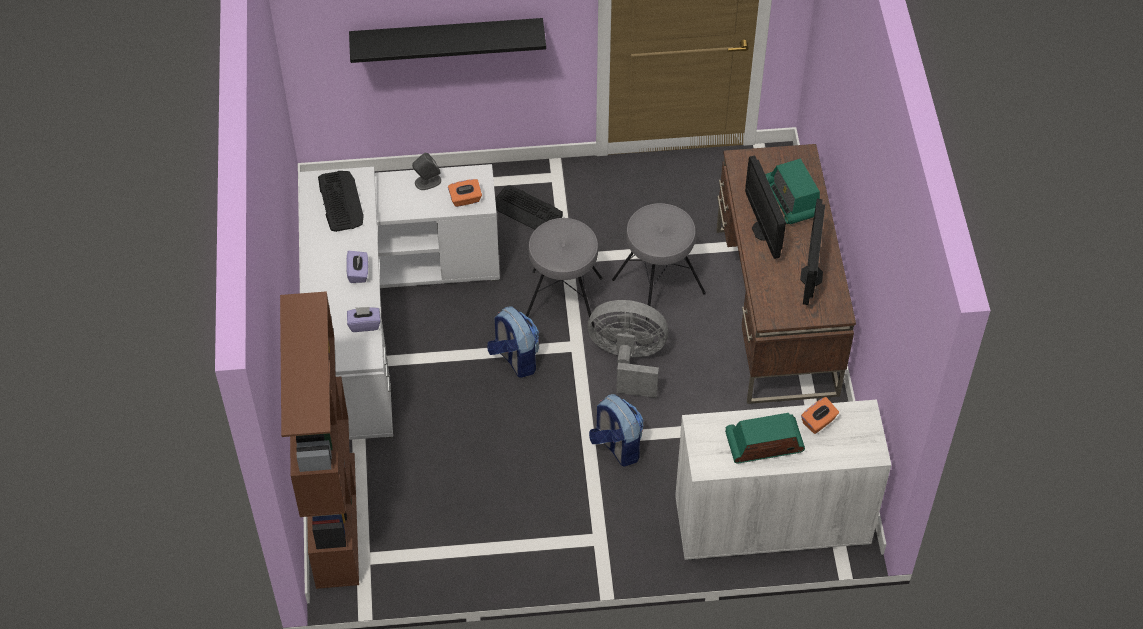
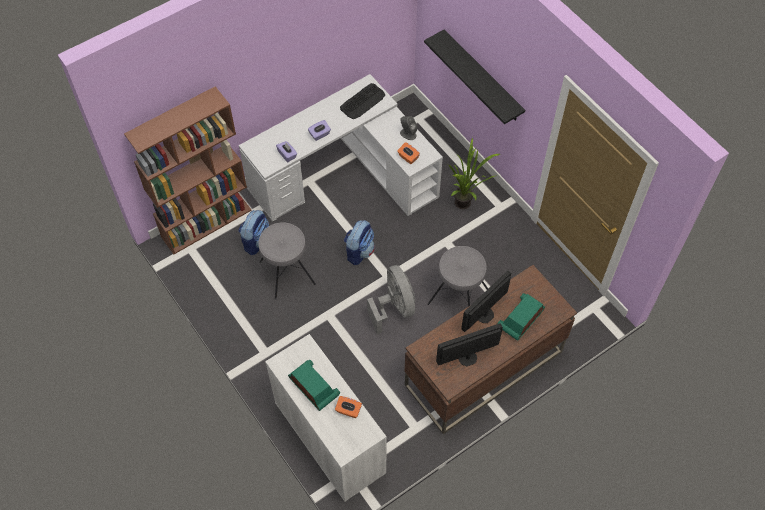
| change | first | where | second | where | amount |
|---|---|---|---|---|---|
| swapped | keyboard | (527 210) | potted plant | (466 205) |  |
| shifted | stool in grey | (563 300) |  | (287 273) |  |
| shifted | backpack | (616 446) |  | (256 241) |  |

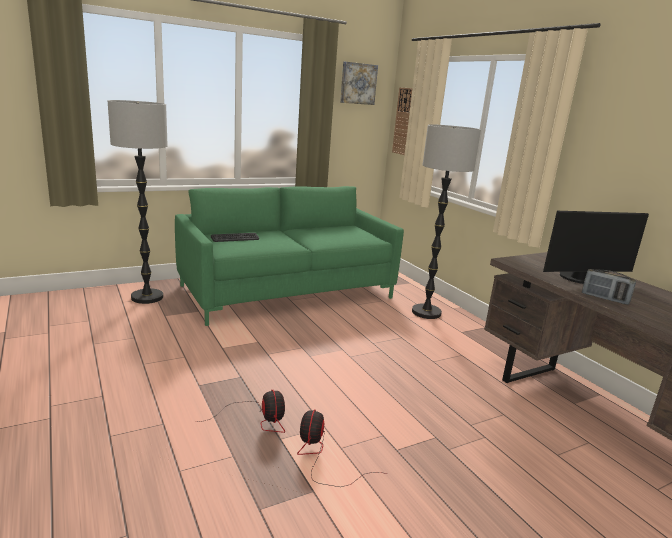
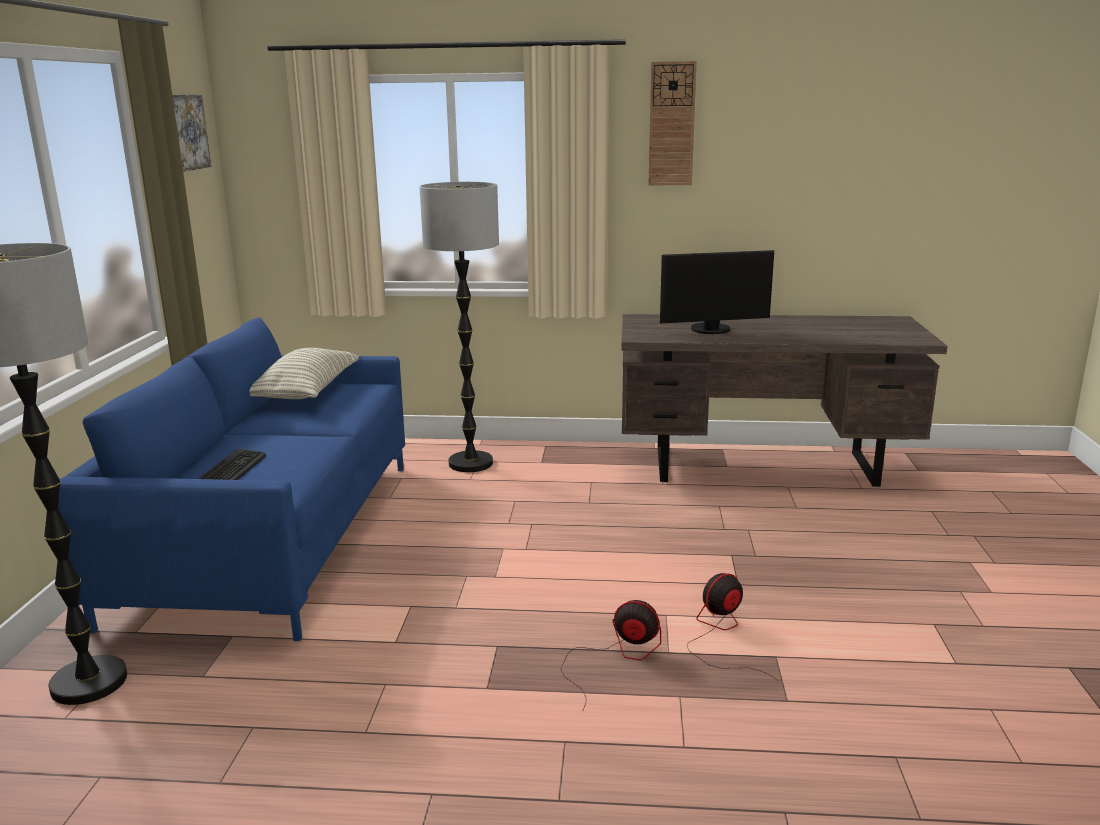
| change | first | where | second | where | amount |
|---|---|---|---|---|---|
| shifted | wall clock | (403 121) |  | (671 124) |  |
| repainted | sofa in green | (287 292) | sofa in blue | (274 536) |  |
| rotated | monitor | (580 279) |  | (712 330) | 60 degrees clockwise |
| gone | radio | (604 298) |  |  |  |
| rotated | fan | (321 457) |  | (721 634) | 105 degrees clockwise |
| new |  |  | pillow | (306 393) |  |

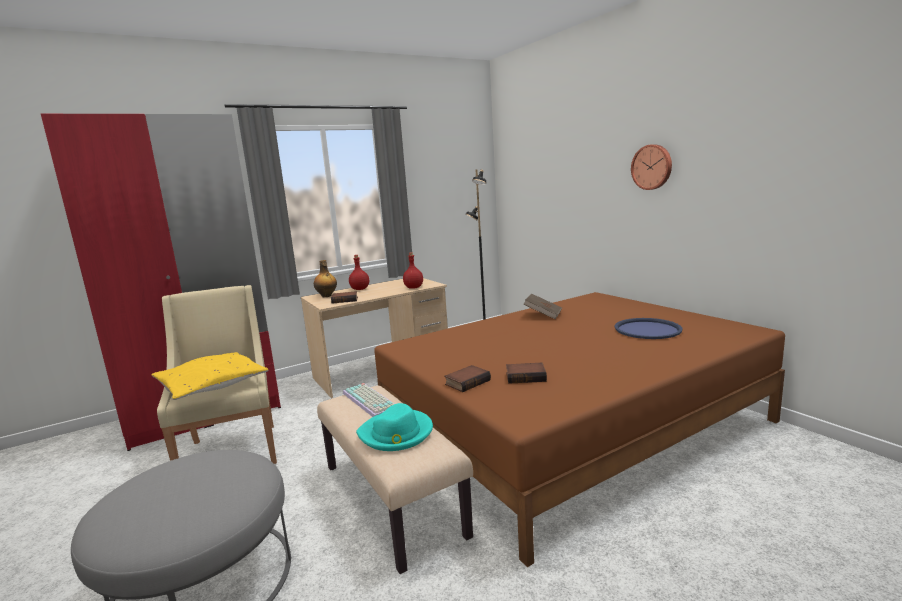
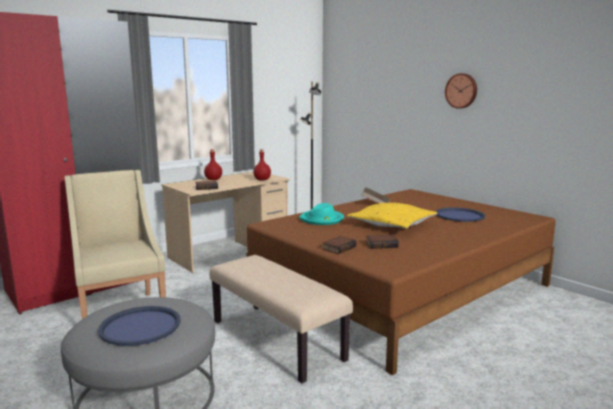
| change | first | where | second | where | amount |
|---|---|---|---|---|---|
| gone | bottle | (326 296) |  |  |  |
| shifted | pillow in yellow | (211 384) |  | (392 224) |  |
| gone | keyboard | (371 401) |  |  |  |
| shifted | hat in turquoise | (396 433) |  | (322 219) |  |
| new |  |  | tray in blue | (140 326) |  |

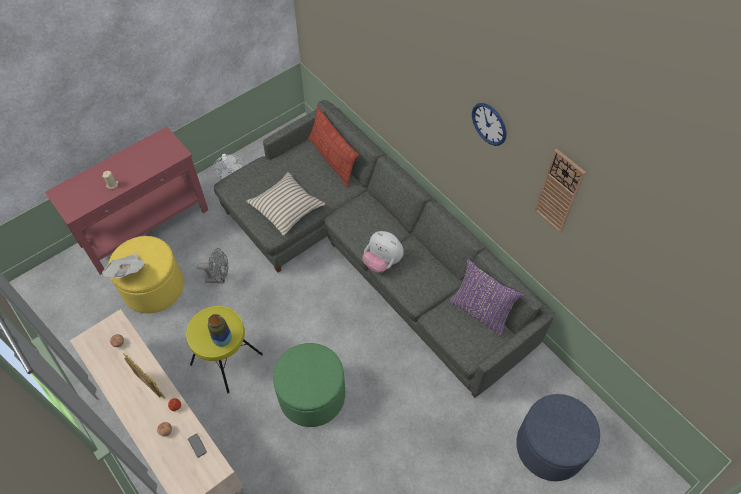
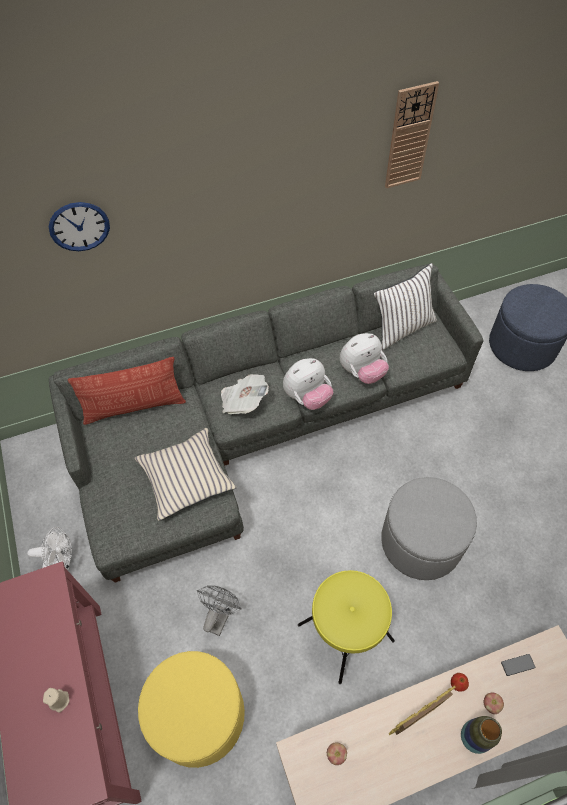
| change | first | where | second | where | amount |
|---|---|---|---|---|---|
| shifted | wall clock | (489 124) |  | (79 226) |  |
| shifted | newspaper | (128 271) |  | (243 401) |  |
| repainted | pillow in purple | (481 311) | pillow in white | (402 328) |  |
| shifted | vase | (223 340) |  | (473 737) |  |
| repainted | ottoman in green | (312 395) | ottoman in grey | (421 541) |  |
| new |  |  | plush toy | (362 372) |  |

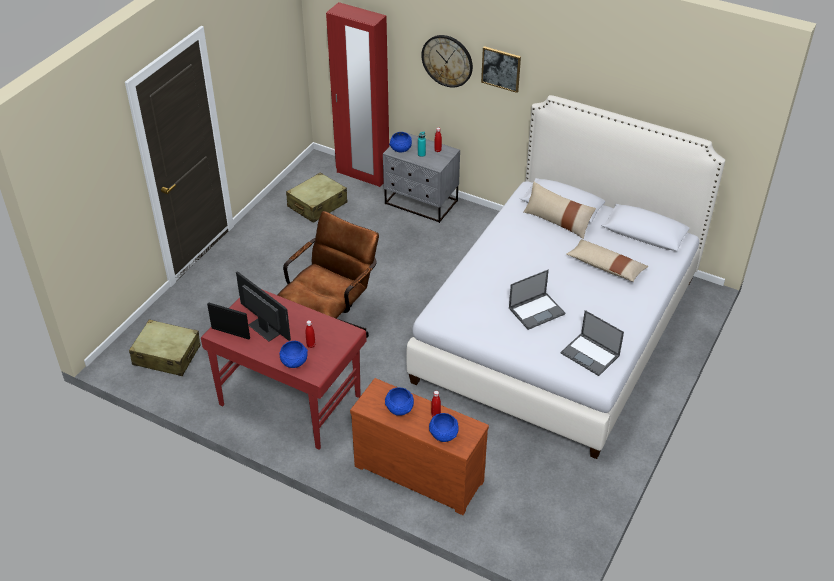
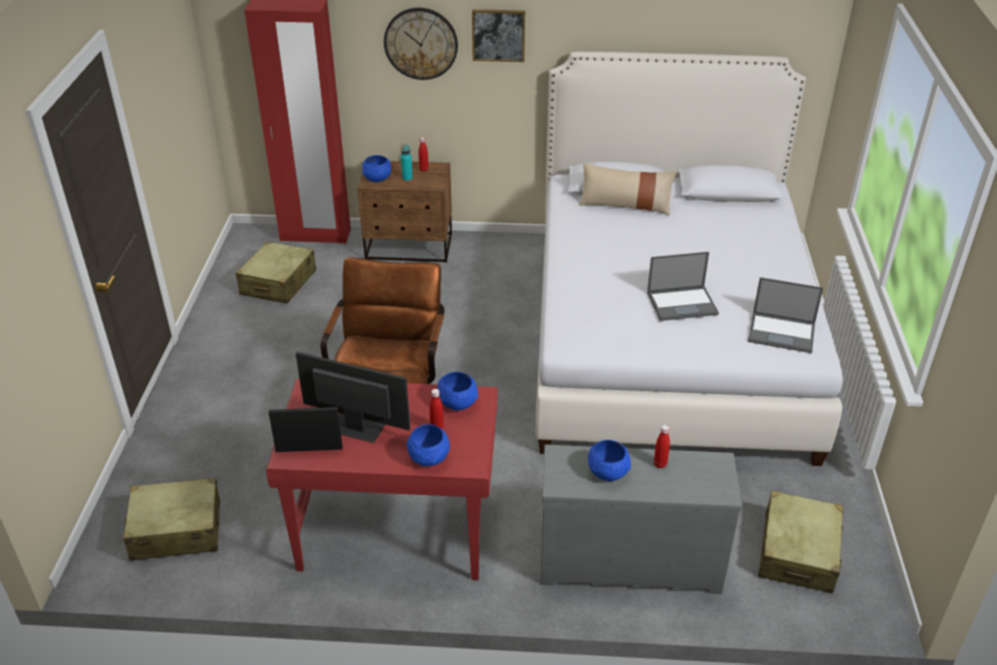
| change | first | where | second | where | amount |
|---|---|---|---|---|---|
| repainted | nightstand in grey | (421 203) | nightstand in brown | (409 247) |  |
| gone | pillow in beige | (606 267) |  |  |  |
| rotated | laptop | (537 310) |  | (682 303) | 45 degrees clockwise |
| repainted | dresser in brown | (420 471) | dresser in grey | (629 558) |  |
| shifted | bowl in blue | (443 434) |  | (457 402) |  |
| new |  |  | suitcase in beige | (798 552) |  |

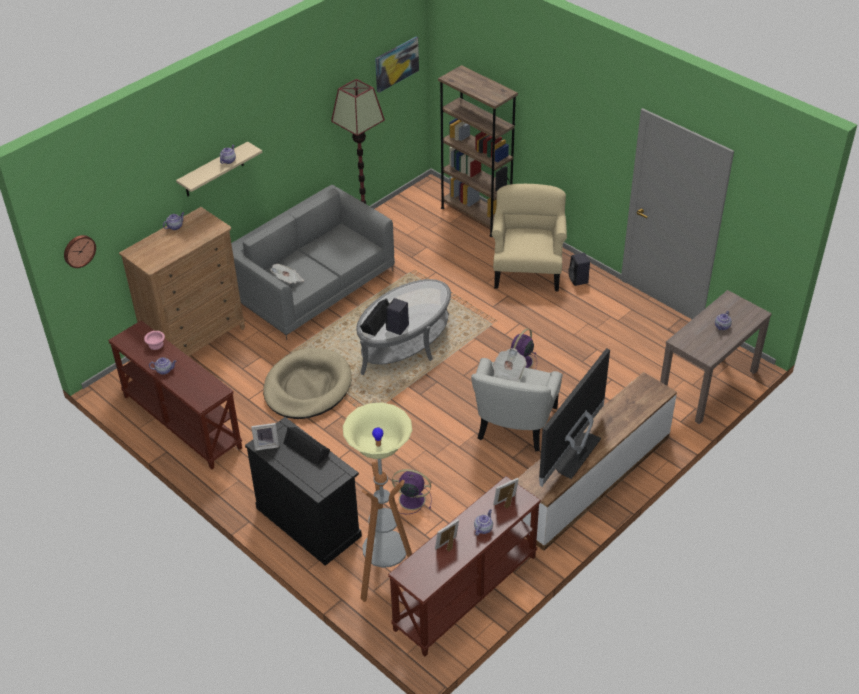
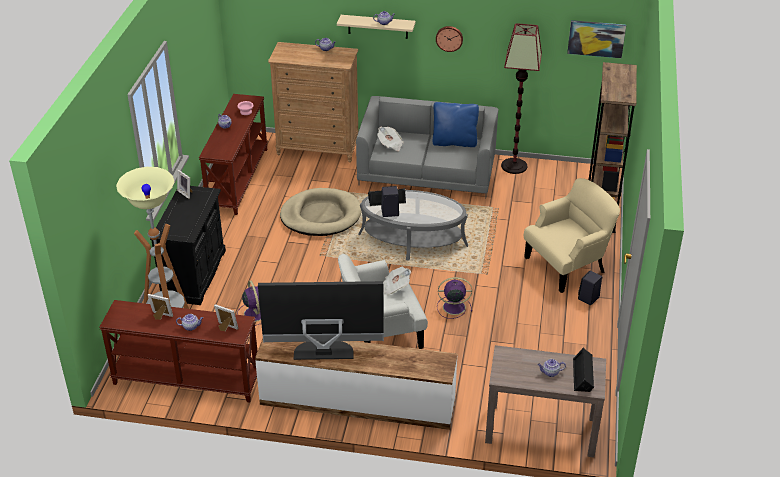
| change | first | where | second | where | amount |
|---|---|---|---|---|---|
| shifted | wall clock | (78 250) |  | (449 38) |  |
| shifted | speaker in black | (307 448) |  | (583 375) |  |
| new |  |  | pillow in blue | (454 142) |  |

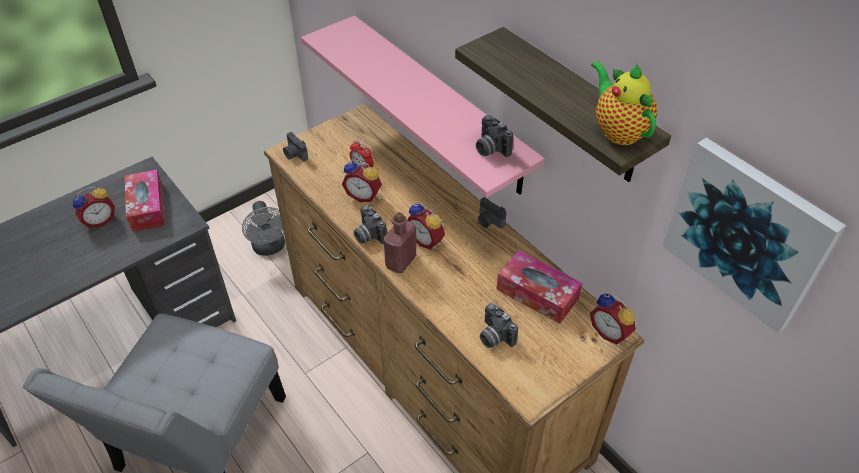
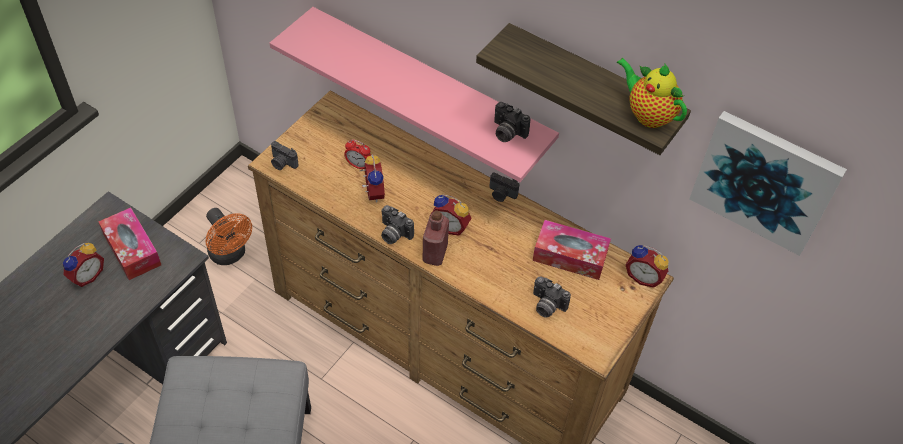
| change | first | where | second | where | amount |
|---|---|---|---|---|---|
| rotated | alarm clock | (364 195) |  | (372 193) | 105 degrees counterclockwise |
| repainted | fan in grey | (270 248) | fan in orange | (230 255) |  |

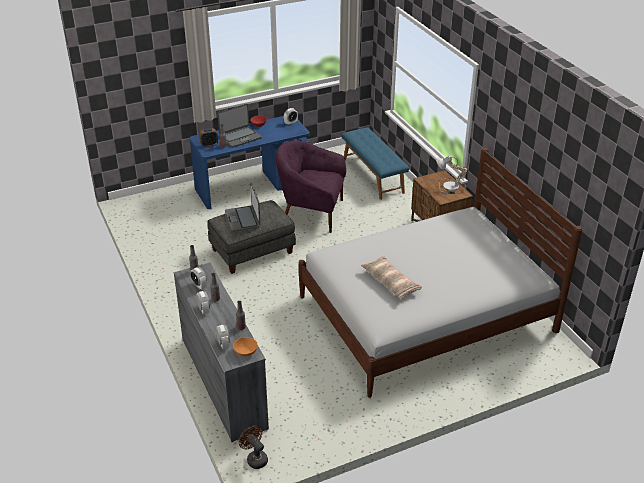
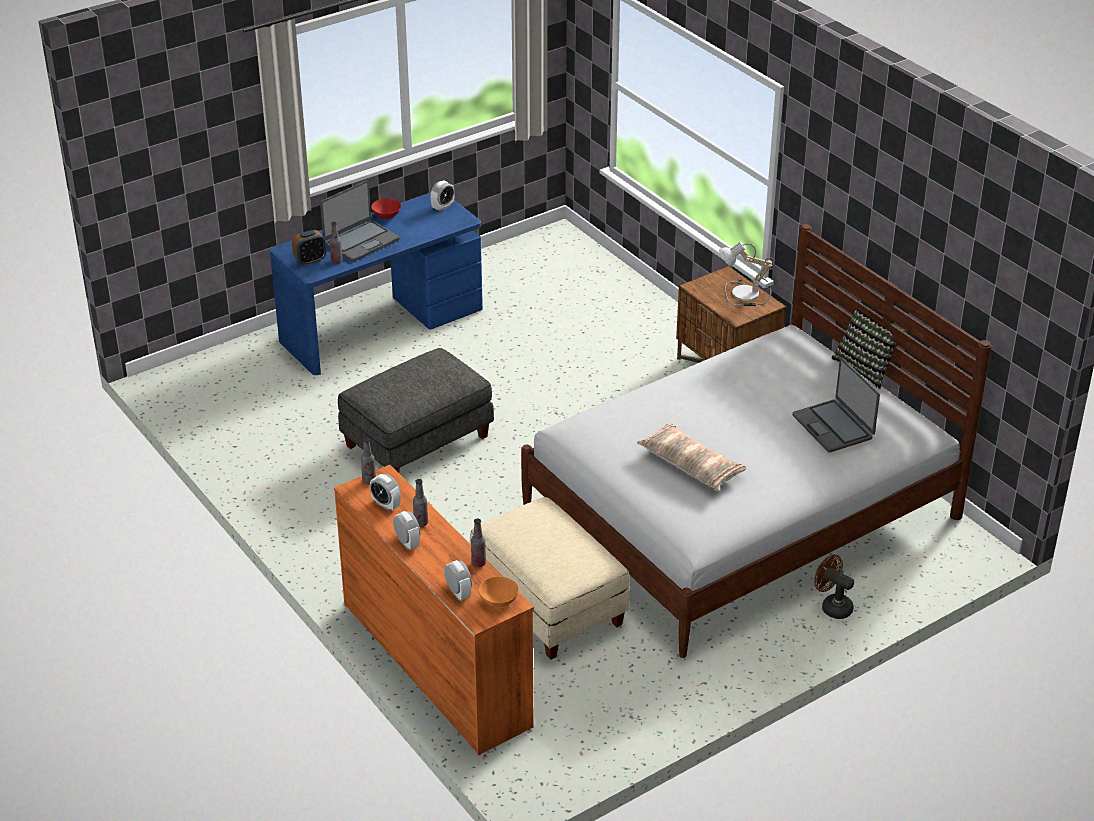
| change | first | where | second | where | amount |
|---|---|---|---|---|---|
| gone | bench in blue | (373 175) |  |  |  |
| gone | armchair in purple | (311 212) |  |  |  |
| shifted | laptop | (243 219) |  | (833 427) |  |
| repainted | dresser in grey | (224 382) | dresser in orange | (436 663) |  |
| shifted | fan in brown | (255 458) |  | (832 606) |  |
| new |  |  | pillow | (866 368) |  |
| new |  |  | ottoman in beige | (550 604) |  |

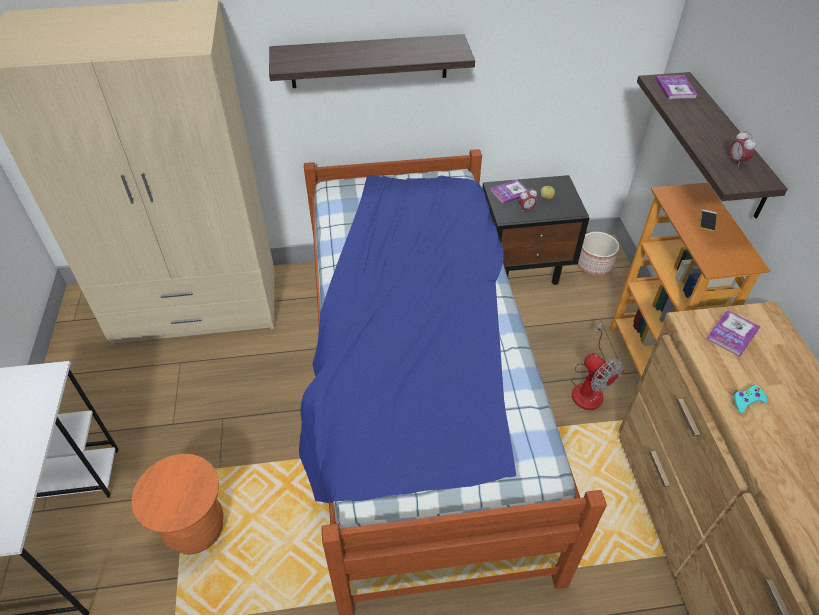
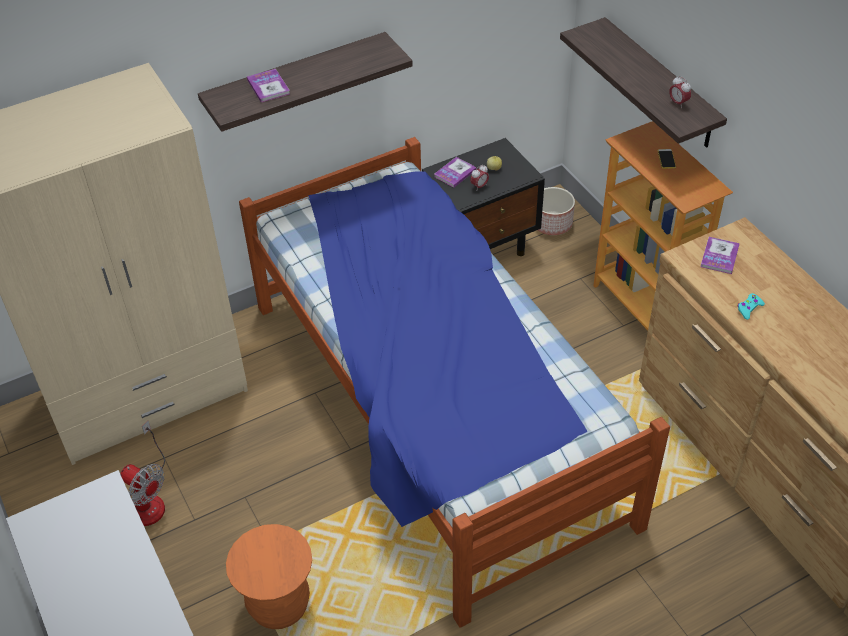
| change | first | where | second | where | amount |
|---|---|---|---|---|---|
| shifted | book | (675 88) |  | (268 87) |  |
| shifted | fan | (588 387) |  | (148 499) |  |

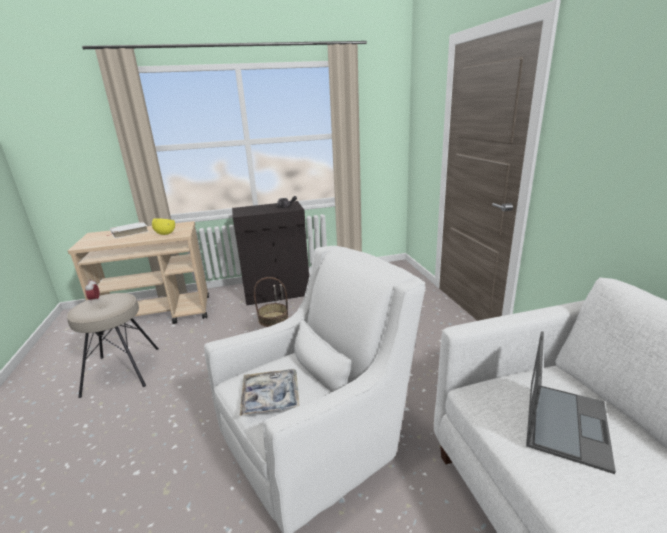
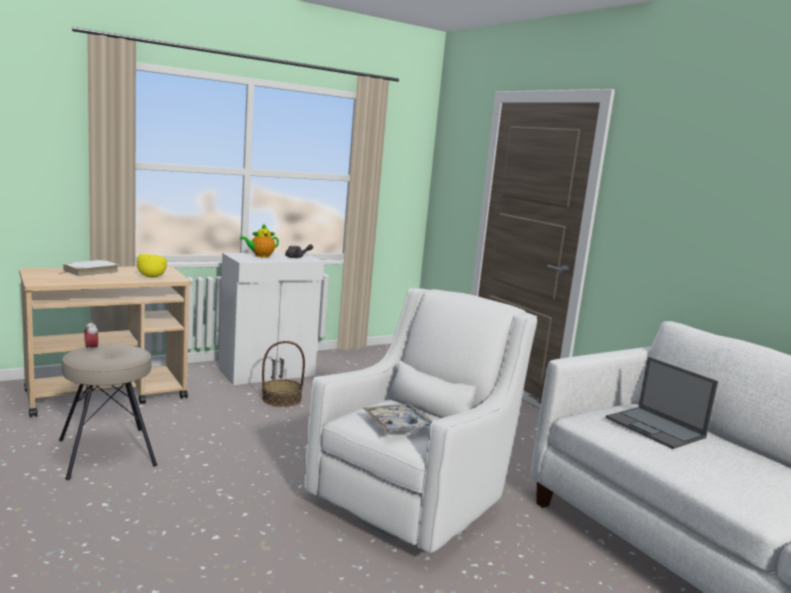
| change | first | where | second | where | amount |
|---|---|---|---|---|---|
| repainted | cabinet in black | (277 293) | cabinet in white | (268 372) |  |
| rotated | laptop | (565 422) |  | (656 428) | 135 degrees clockwise |
| new |  |  | teapot | (260 256) |  |

